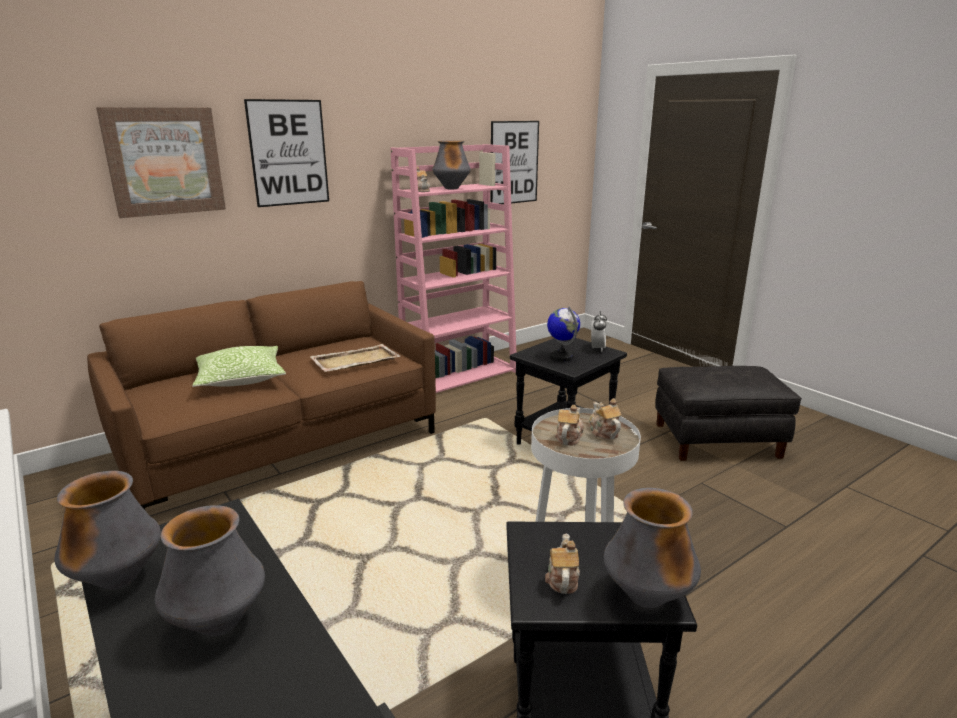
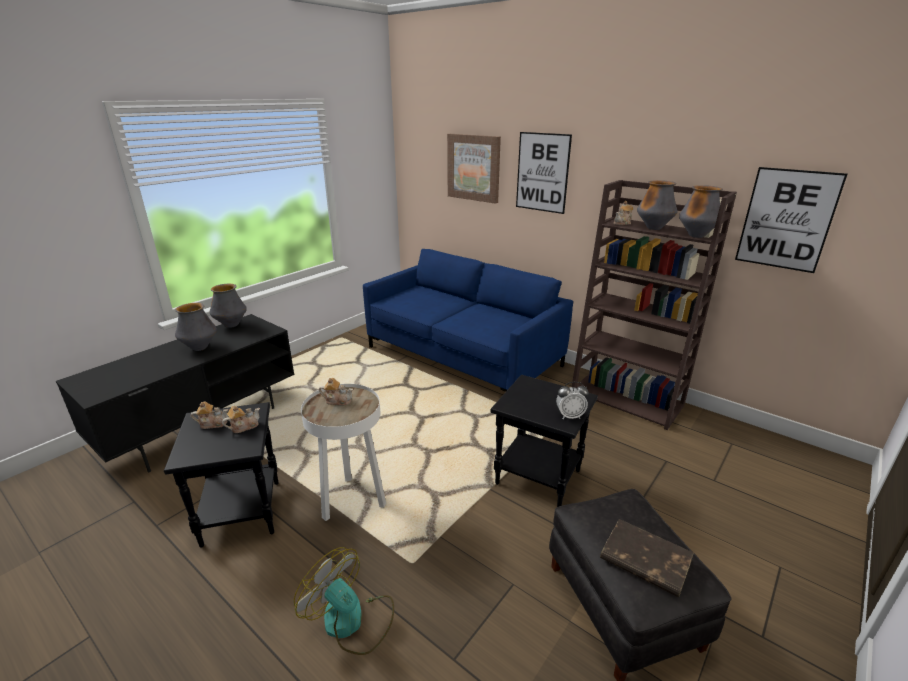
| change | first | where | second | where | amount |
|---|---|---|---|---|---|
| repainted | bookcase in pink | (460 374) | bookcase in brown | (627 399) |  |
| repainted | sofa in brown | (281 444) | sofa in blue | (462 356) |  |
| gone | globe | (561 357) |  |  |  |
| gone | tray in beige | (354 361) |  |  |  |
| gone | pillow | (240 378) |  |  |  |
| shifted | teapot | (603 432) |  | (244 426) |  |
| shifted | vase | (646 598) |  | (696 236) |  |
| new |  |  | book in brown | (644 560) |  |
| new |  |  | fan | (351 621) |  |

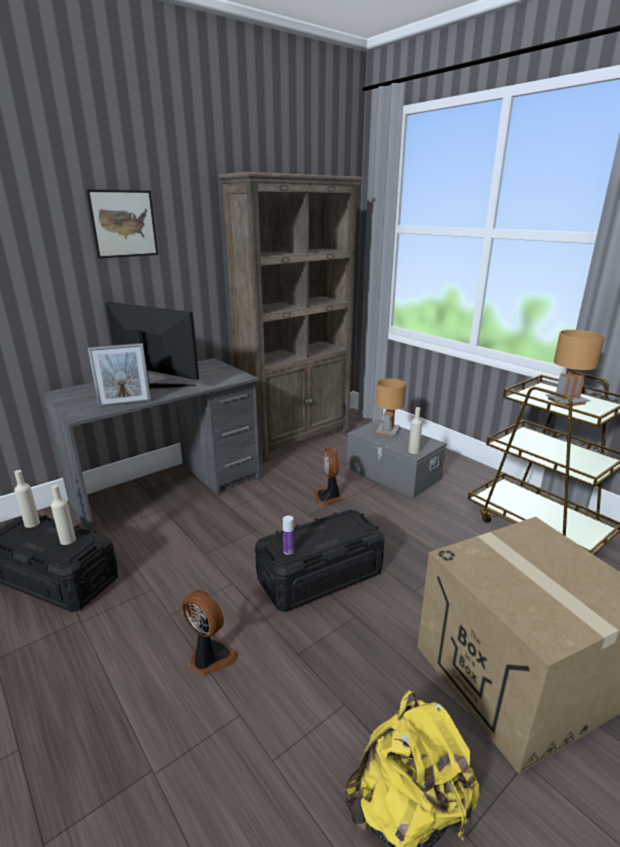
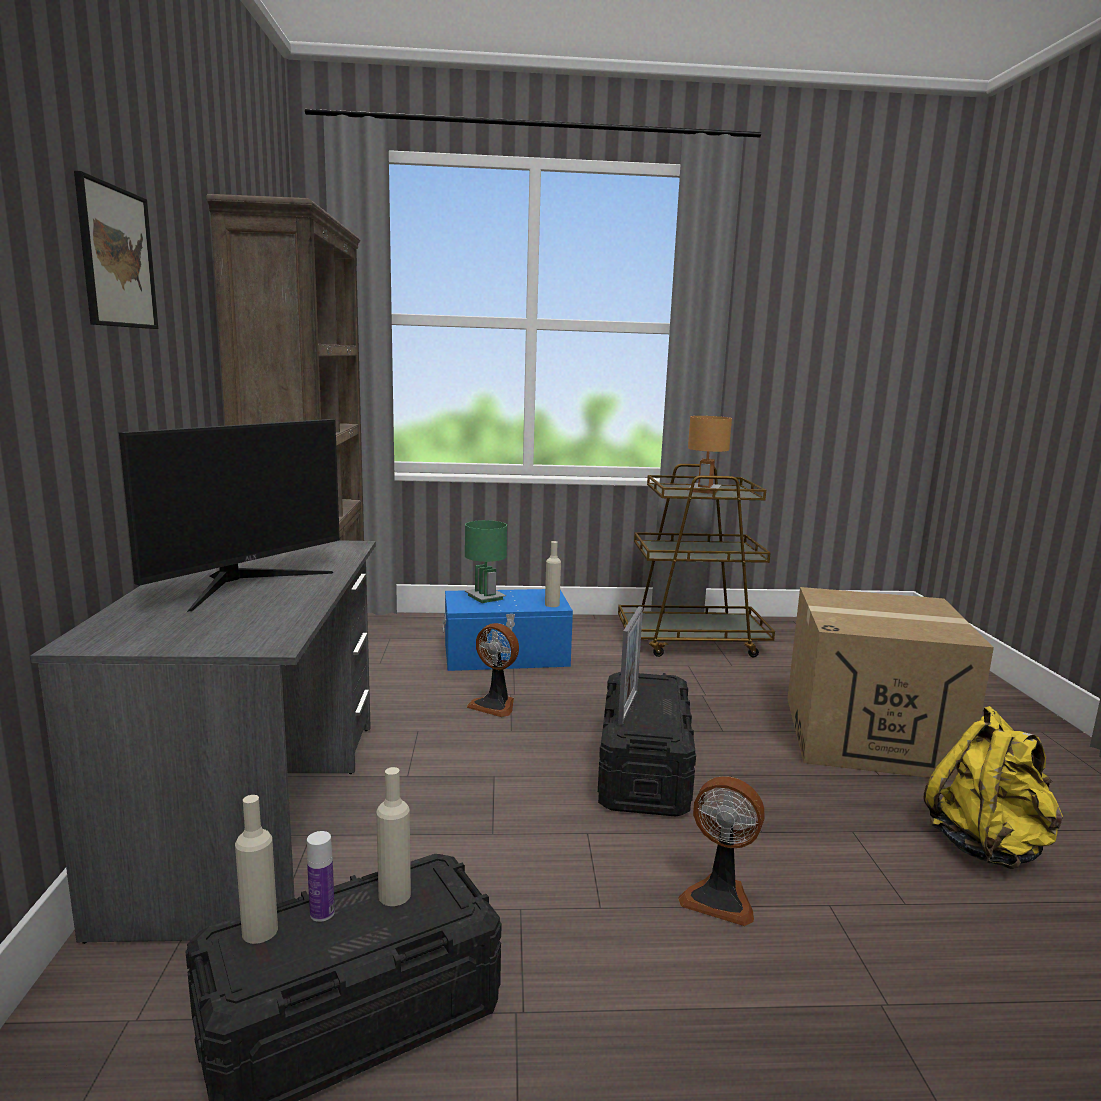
| change | first | where | second | where | amount |
|---|---|---|---|---|---|
| rotated | monitor | (153 384) |  | (244 583) | 150 degrees clockwise |
| shifted | picture frame | (125 404) |  | (628 708) |  |
| repainted | table lamp in brown | (387 431) | table lamp in green | (484 597) |  |
| repainted | storage box in grey | (392 473) | storage box in blue | (506 655) |  |
| shifted | bottle | (288 551) |  | (322 913) |  |
| rotated | fan | (209 658) |  | (719 898) | 135 degrees counterclockwise |

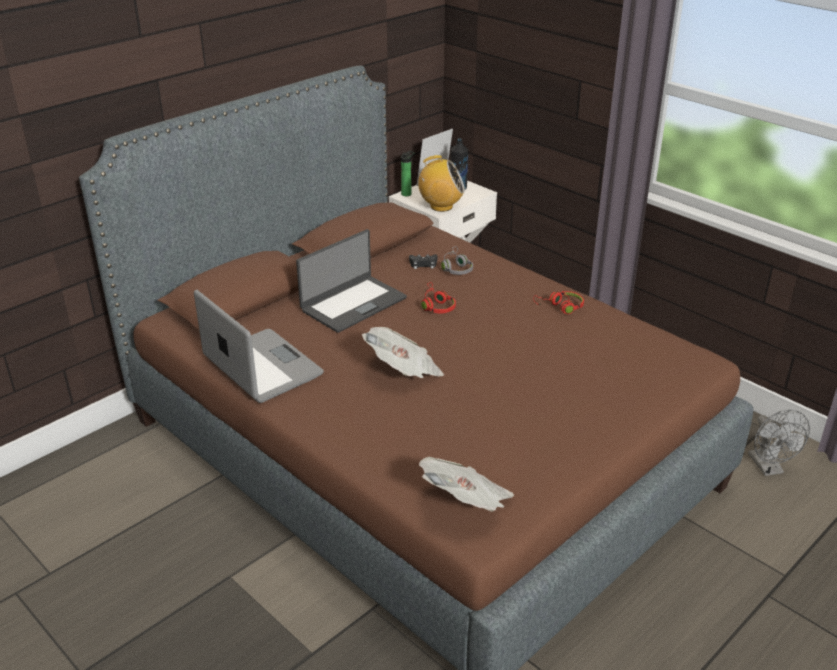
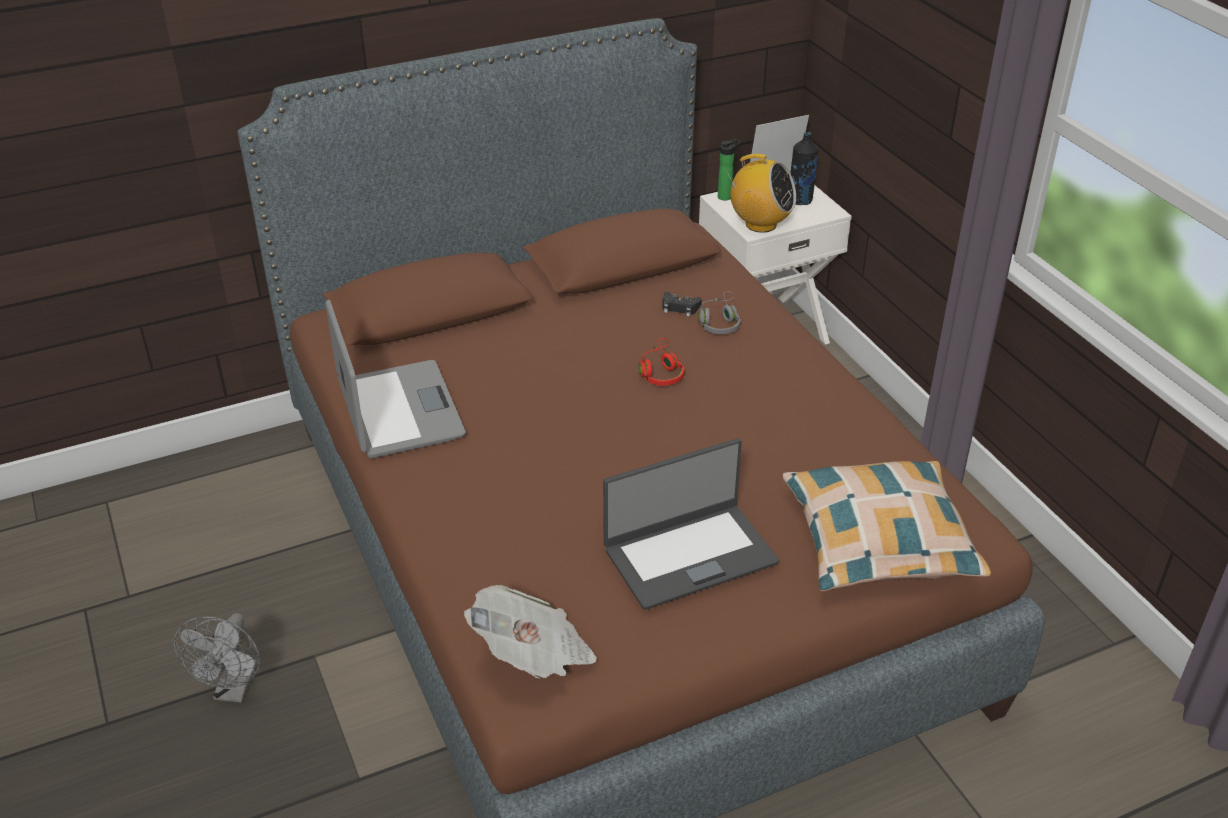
| change | first | where | second | where | amount |
|---|---|---|---|---|---|
| shifted | laptop | (353 304) |  | (689 555) |  |
| gone | headphones in red | (560 307) |  |  |  |
| gone | newspaper | (404 371) |  |  |  |
| shifted | fan in grey | (768 468) |  | (234 690) |  |
| new |  |  | pillow | (879 540) |  |

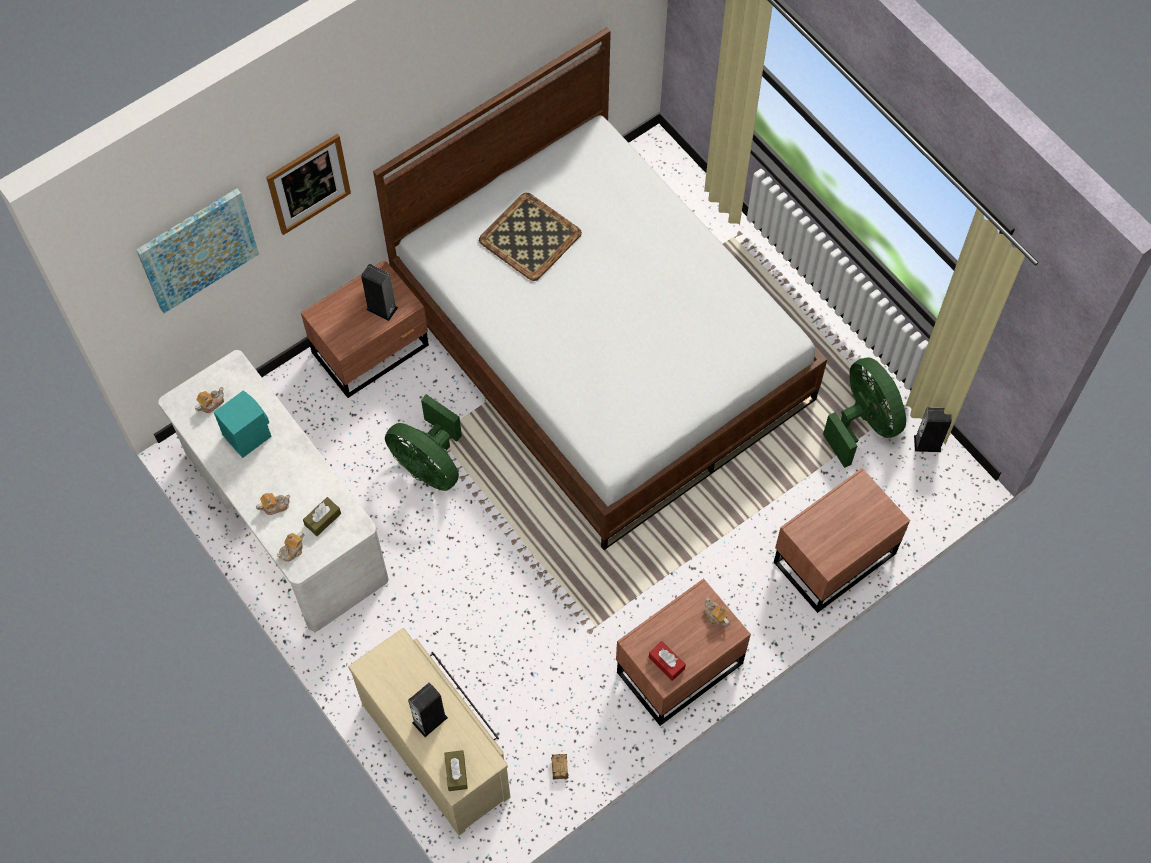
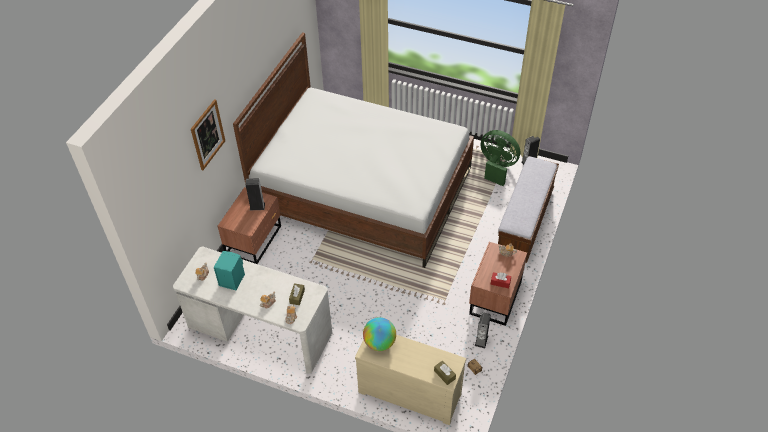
| change | first | where | second | where | amount |
|---|---|---|---|---|---|
| gone | picture | (197 249) |  |  |  |
| gone | tray | (530 236) |  |  |  |
| gone | fan in green | (429 464) |  |  |  |
| swapped | nightstand in brown | (831 557) | bench | (525 222) |  |
| shifted | speaker | (429 720) |  | (481 340) |  |
| new |  |  | globe | (379 343) |  |

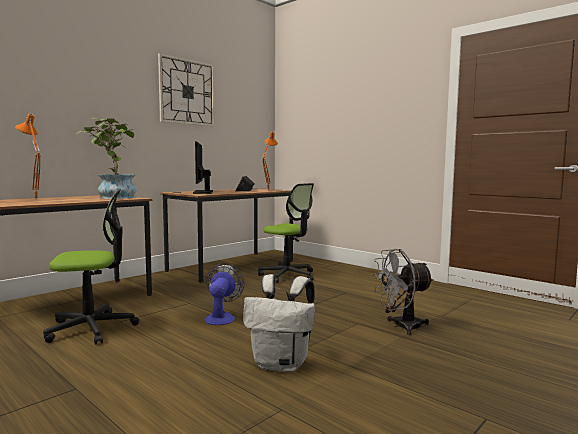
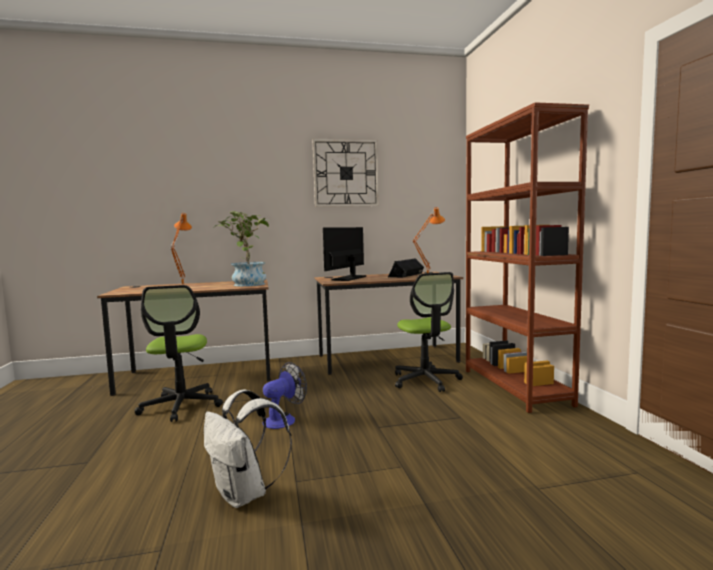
| change | first | where | second | where | amount |
|---|---|---|---|---|---|
| rotated | office chair | (92 328) |  | (181 406) | 60 degrees clockwise |
| gone | fan in grey | (401 326) |  |  |  |
| new |  |  | bookcase in brown | (515 387) |  |

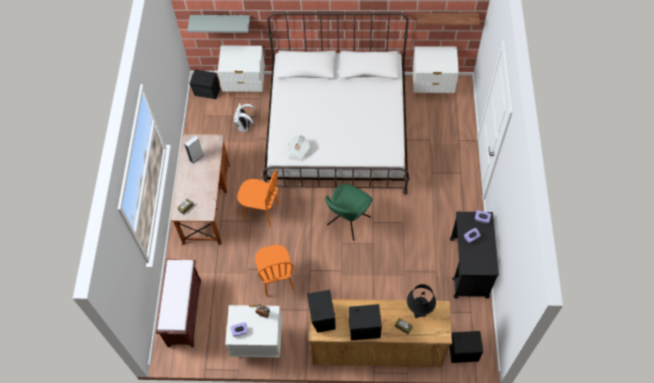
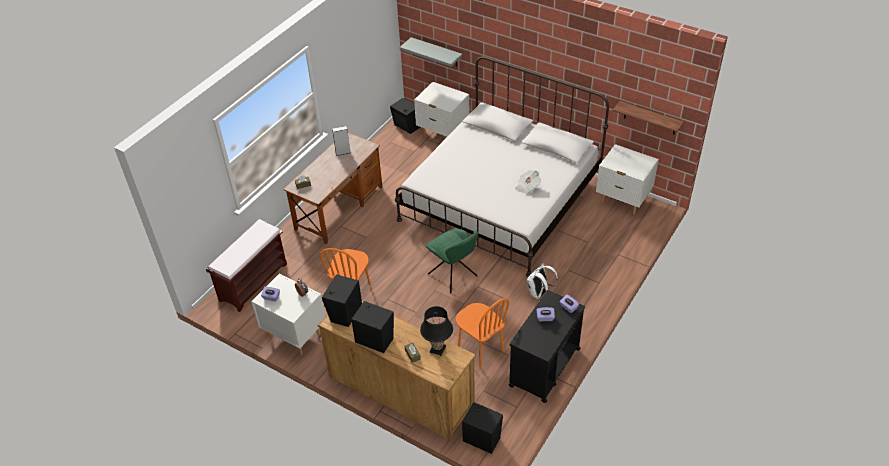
| change | first | where | second | where | amount |
|---|---|---|---|---|---|
| shifted | backpack in white | (245 127) |  | (539 293) |  |
| shifted | newspaper | (298 152) |  | (527 187) |  |
| shifted | chair in orange | (262 212) |  | (480 349) |  |
| rotated | chair in green | (348 222) |  | (453 276) | 105 degrees counterclockwise |

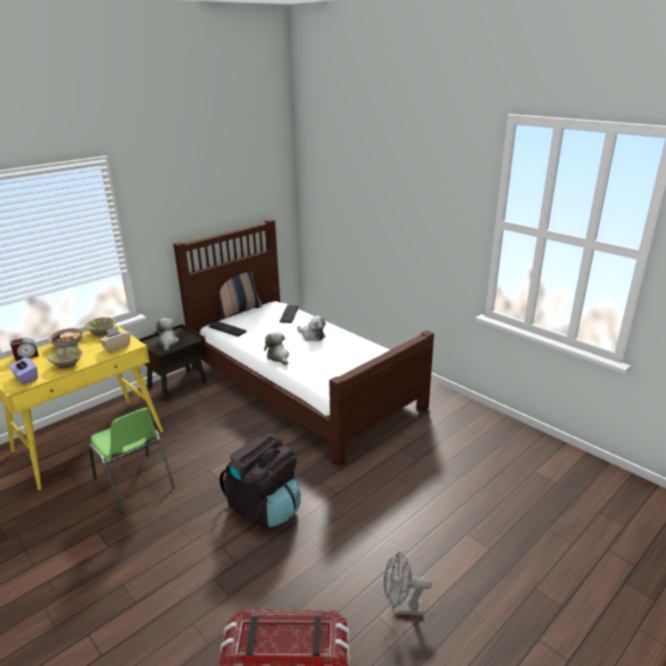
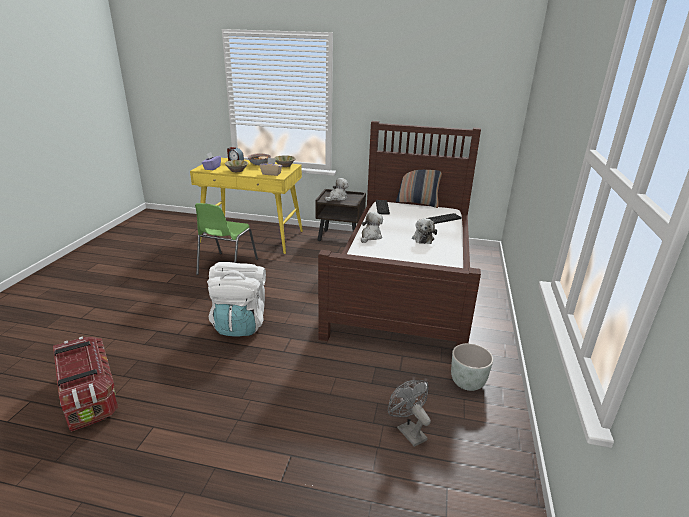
| change | first | where | second | where | amount |
|---|---|---|---|---|---|
| repainted | backpack in black | (264 508) | backpack in white | (240 323) |  |
| shifted | fan in grey | (402 608) |  | (408 431) |  |
| new |  |  | planter in grey | (468 383) |  |

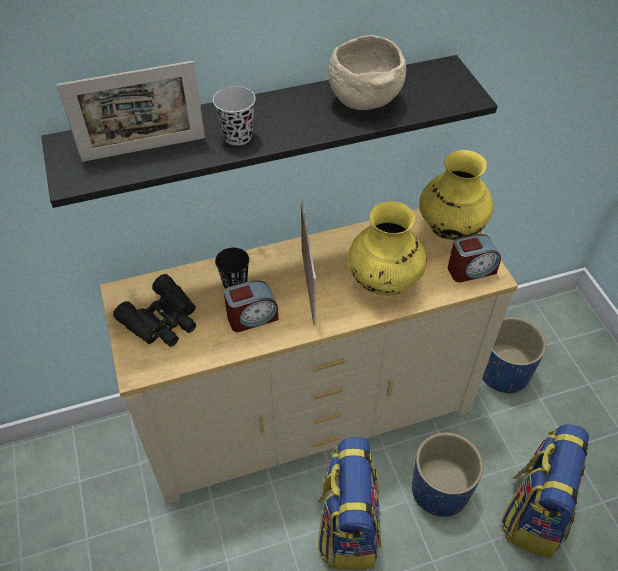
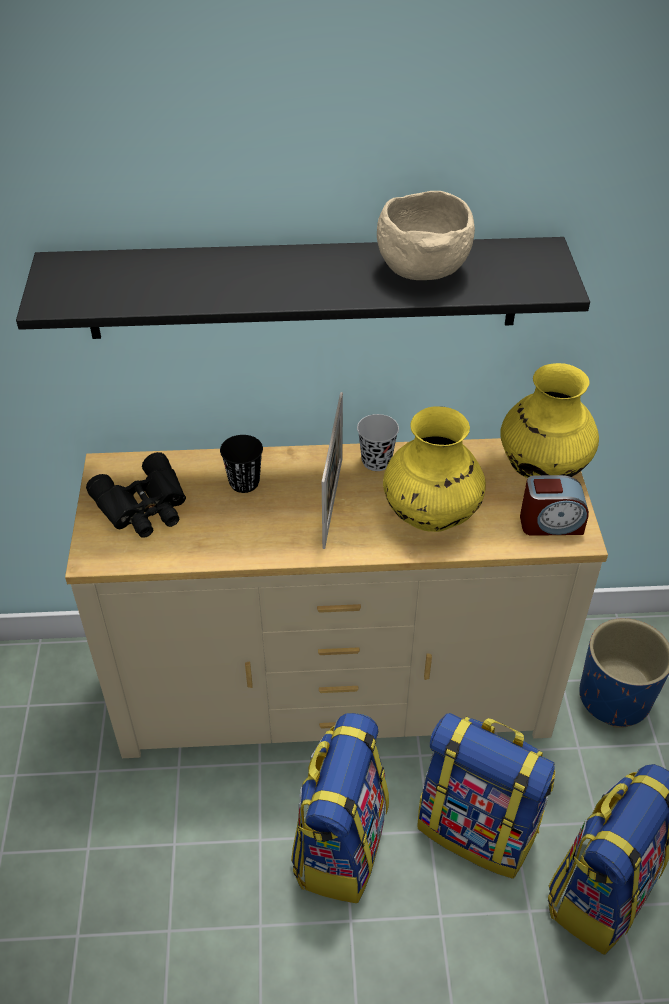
| change | first | where | second | where | amount |
|---|---|---|---|---|---|
| gone | picture frame | (144 149) |  |  |  |
| shifted | cup in black | (237 136) |  | (376 461) |  |
| gone | alarm clock | (252 317) |  |  |  |
| swapped | planter in blue | (440 490) | backpack | (478 827) |  |

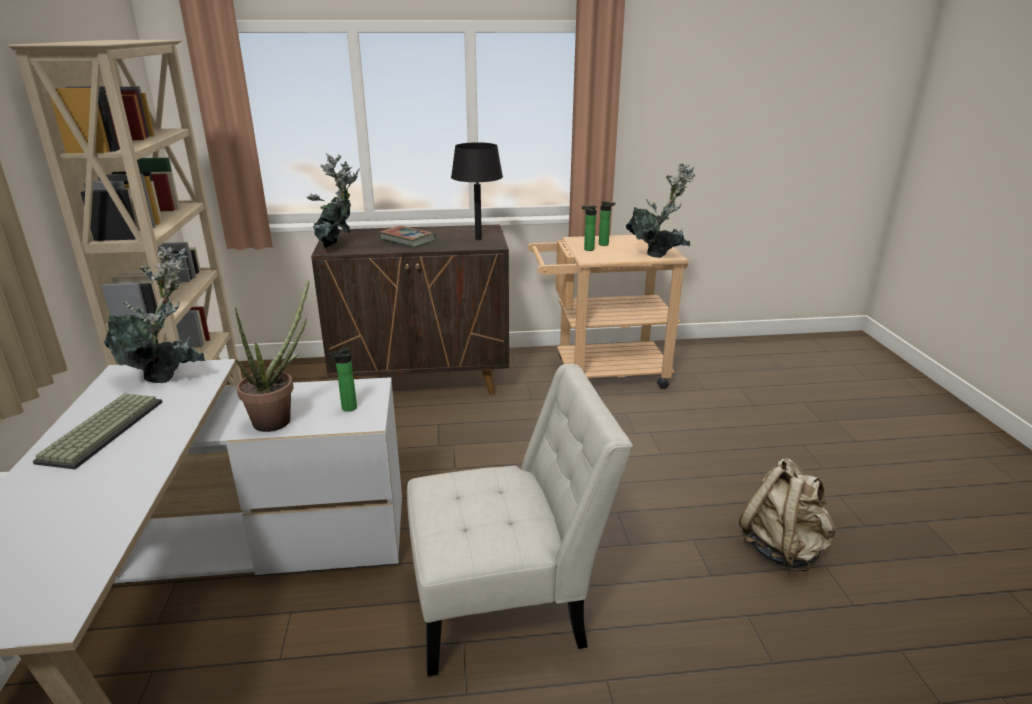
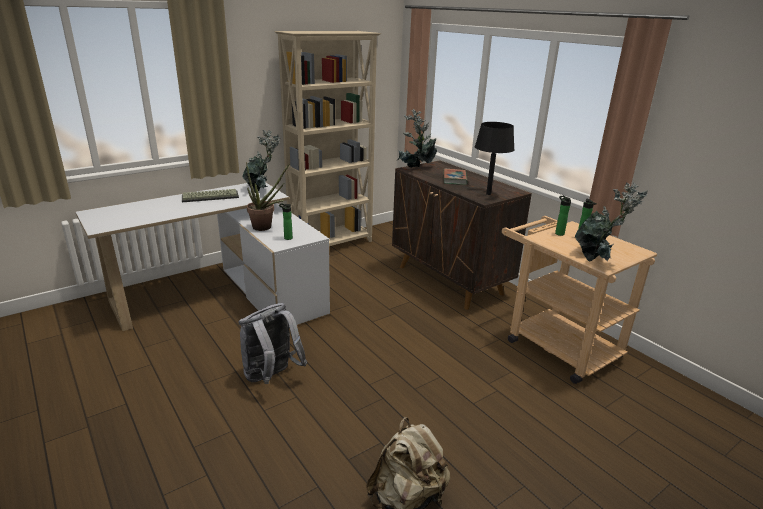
| change | first | where | second | where | amount |
|---|---|---|---|---|---|
| swapped | chair in white | (507 602) | backpack in grey | (271 377) |  |

